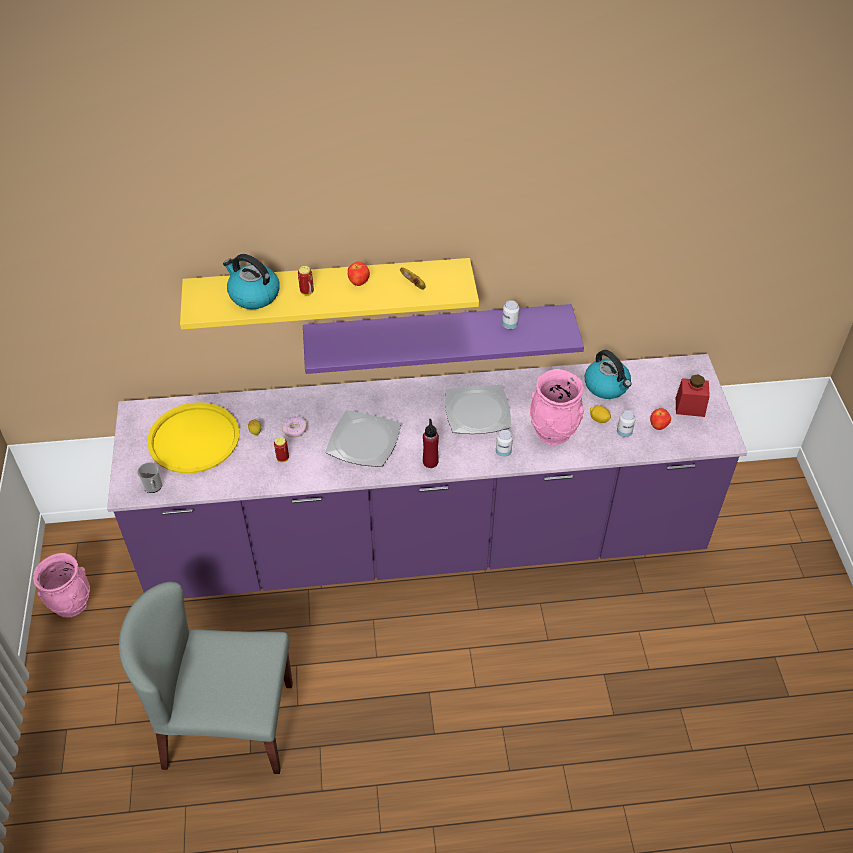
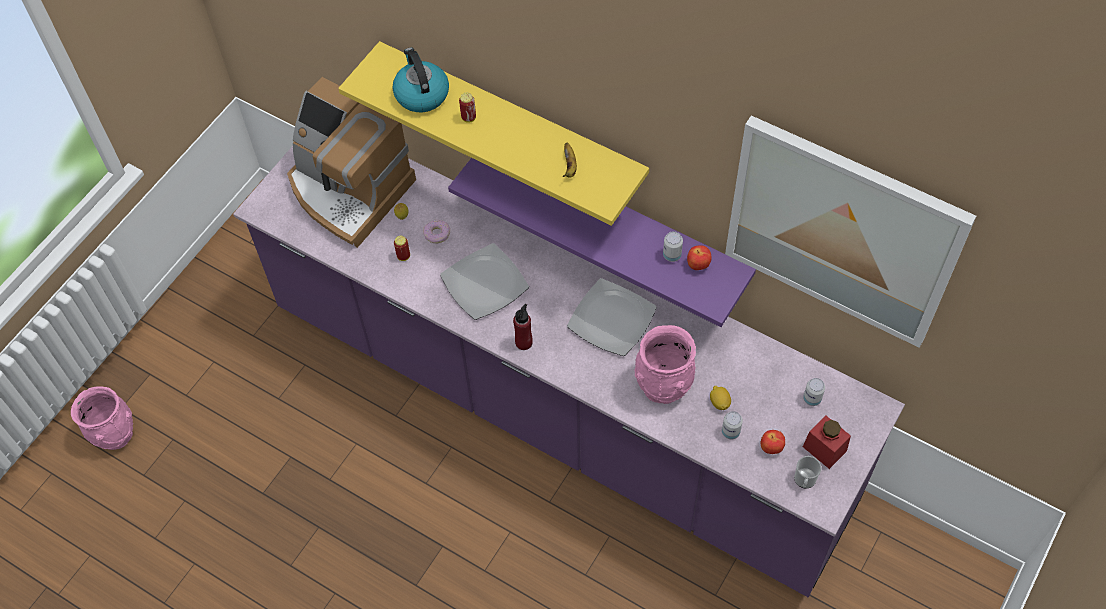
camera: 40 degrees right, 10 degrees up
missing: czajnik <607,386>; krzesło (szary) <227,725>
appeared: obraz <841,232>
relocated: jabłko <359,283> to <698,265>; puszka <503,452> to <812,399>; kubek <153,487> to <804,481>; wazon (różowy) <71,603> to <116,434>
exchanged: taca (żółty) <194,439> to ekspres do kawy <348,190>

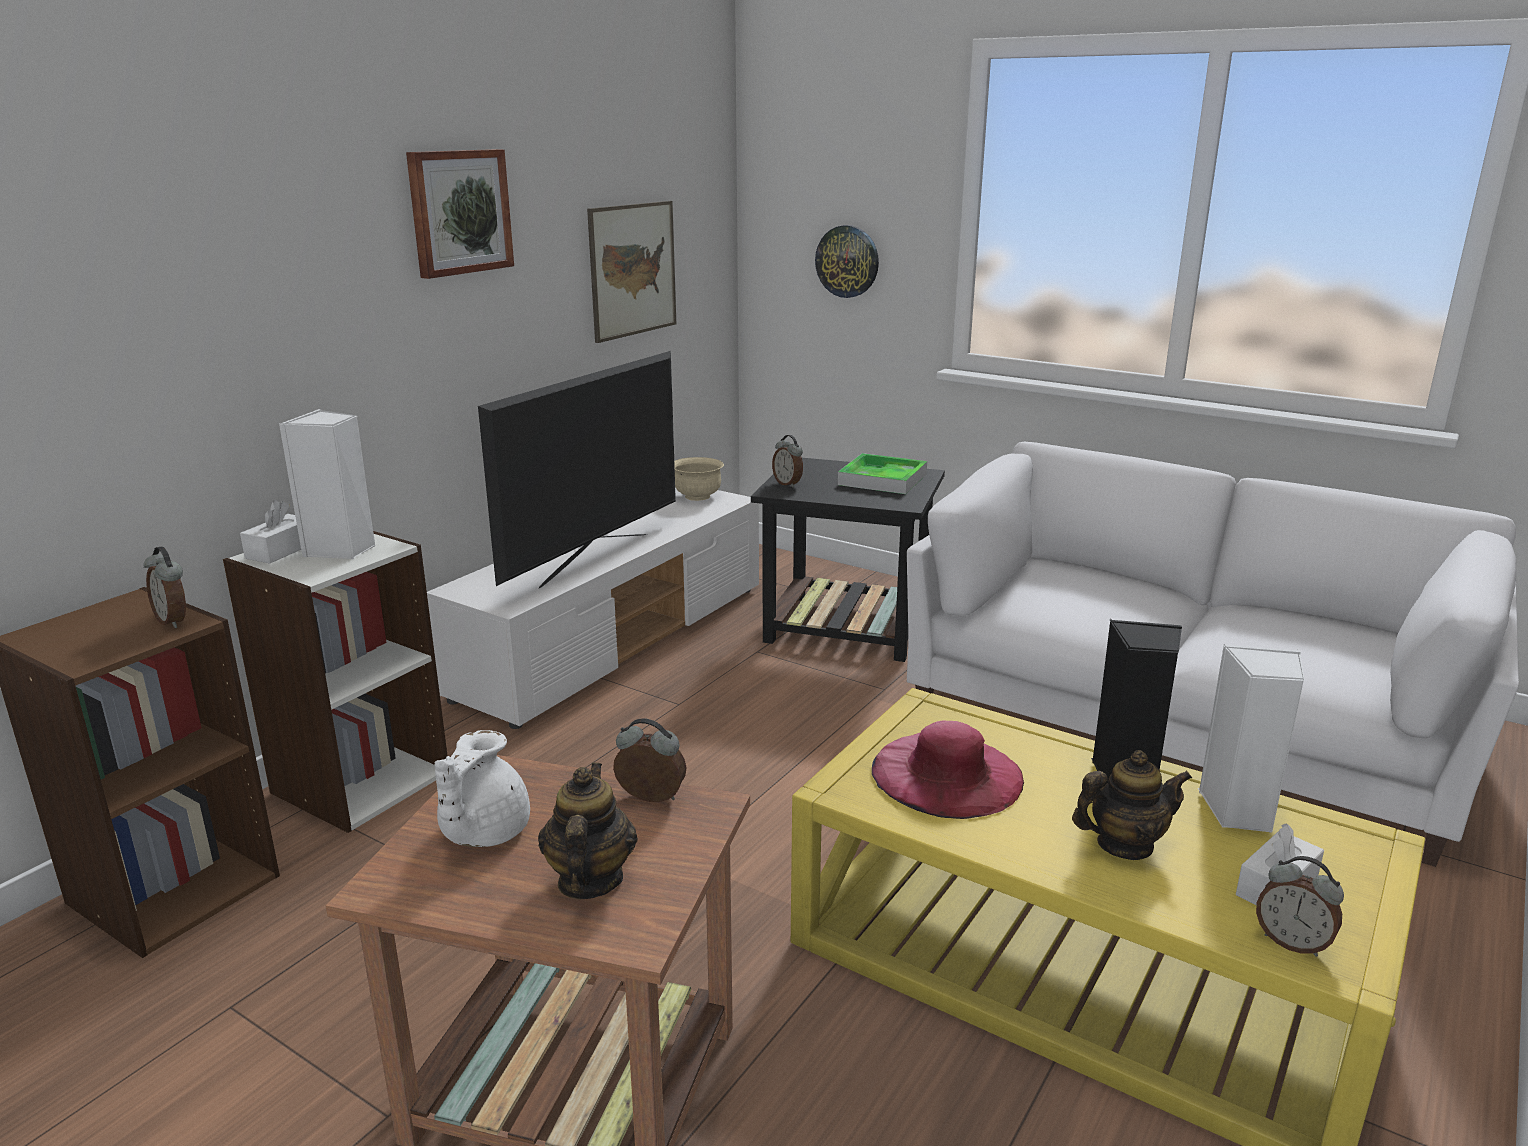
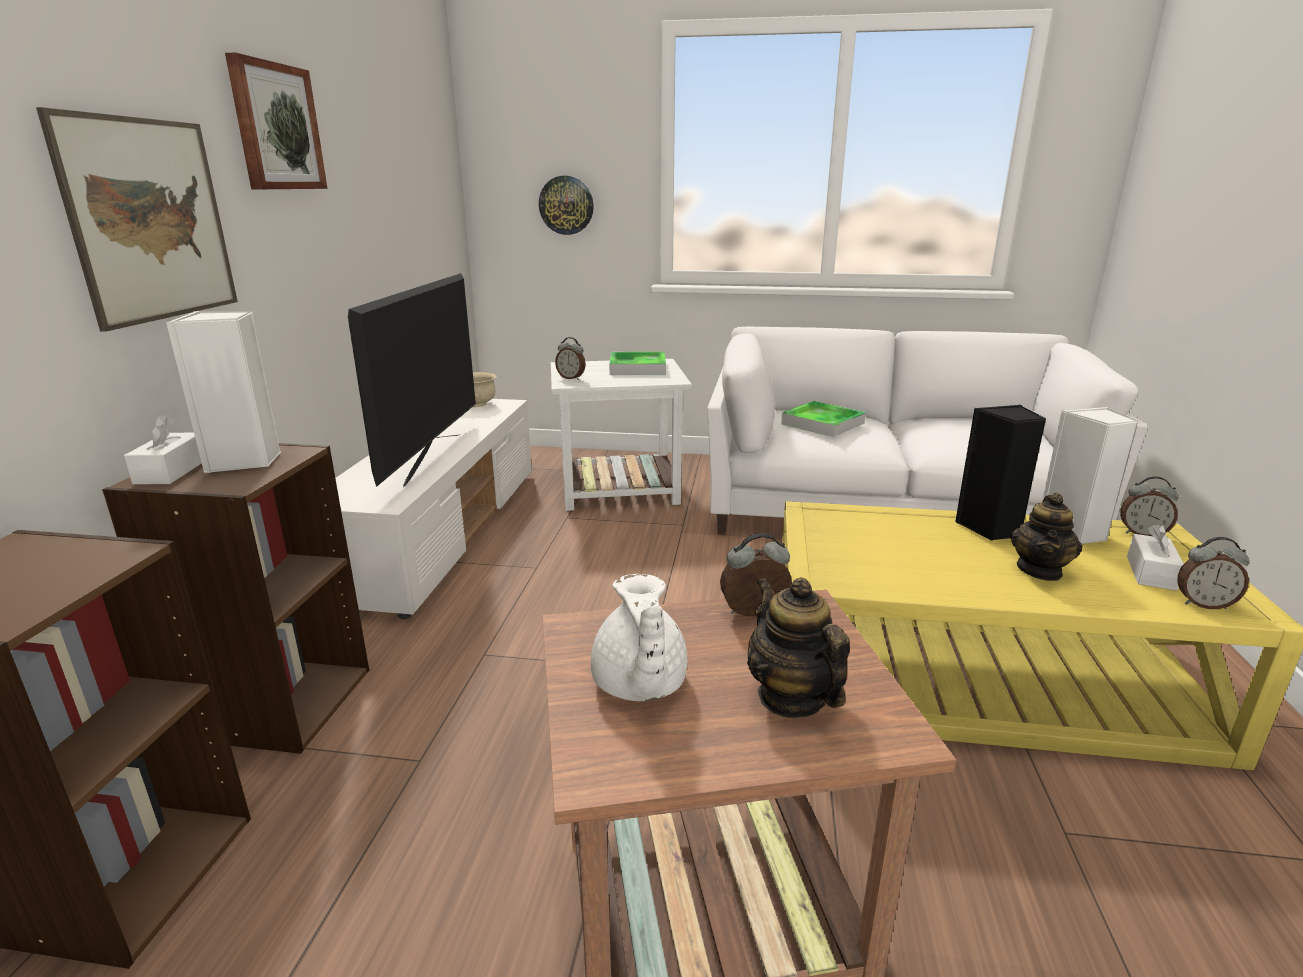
camera: 25 degrees left, 0 degrees up
missing: kapelusz (różowy) <947,774>
appeared: taca <822,423>
relocated: obraz <633,270> to <150,220>; budzik <174,621> to <1142,534>
colour: stolik (czarny) <848,627> to stolik (biały) <621,488>; regał (biały) <360,781> to regał (brązowy) <279,702>
spun: imbryk <1124,845> = <1040,570> 150 degrees clockwise

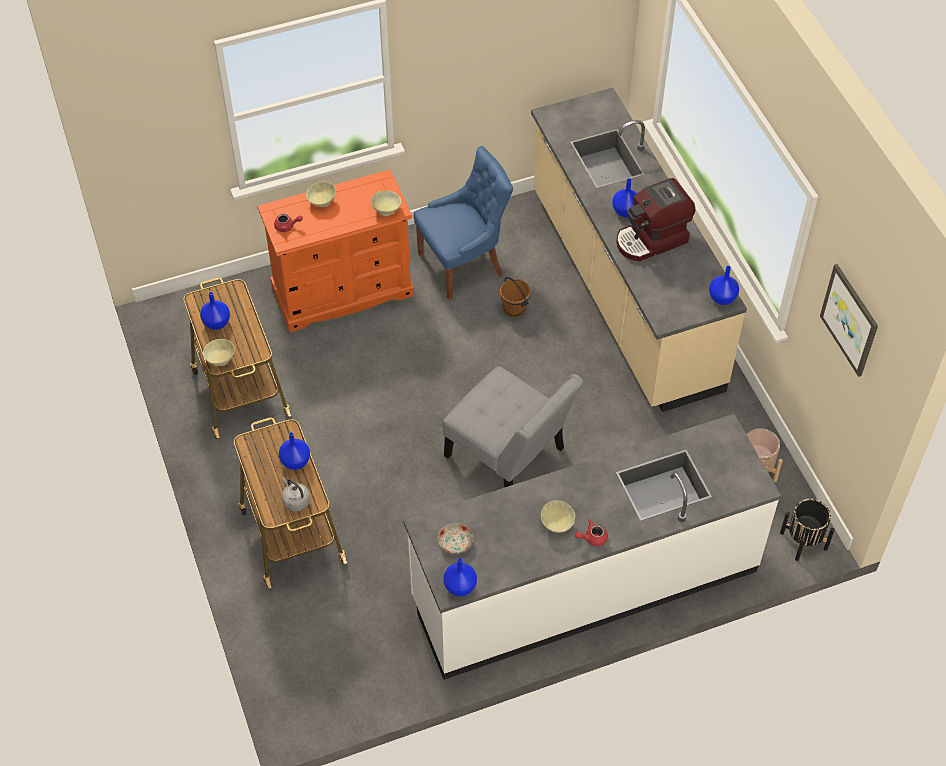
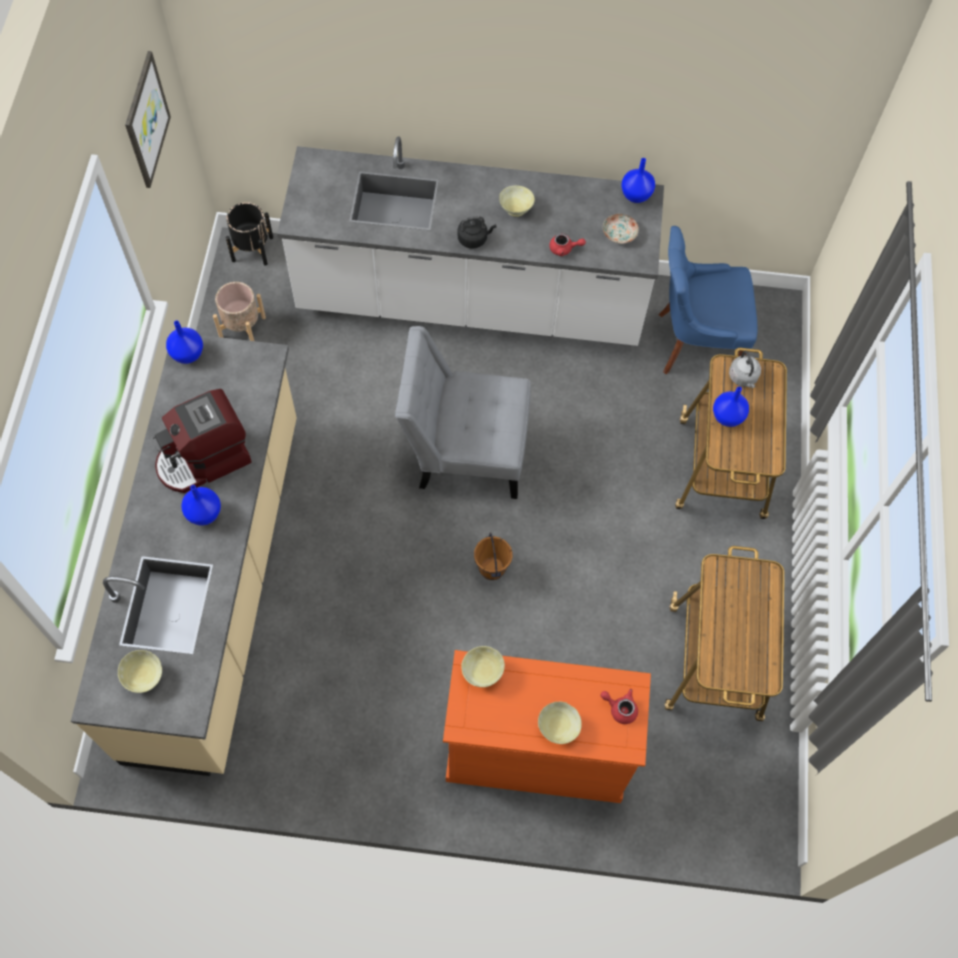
camera: 155 degrees left, 10 degrees up
missing: wazon (niebieski) <217,323>
appeared: czajnik (czarny) <474,239>
relocated: krzesło (niebieski) <463,264> to <694,343>; wiadro (brązowy) <515,309> to <491,568>; miska (beżowy) <220,359> to <143,677>; imbryk (czerwony) <592,538> to <564,249>
spun: ekspres do kawy <651,240> = <204,460> 150 degrees clockwise; krzesło (szary) <509,456> = <465,450> 60 degrees counterclockwise

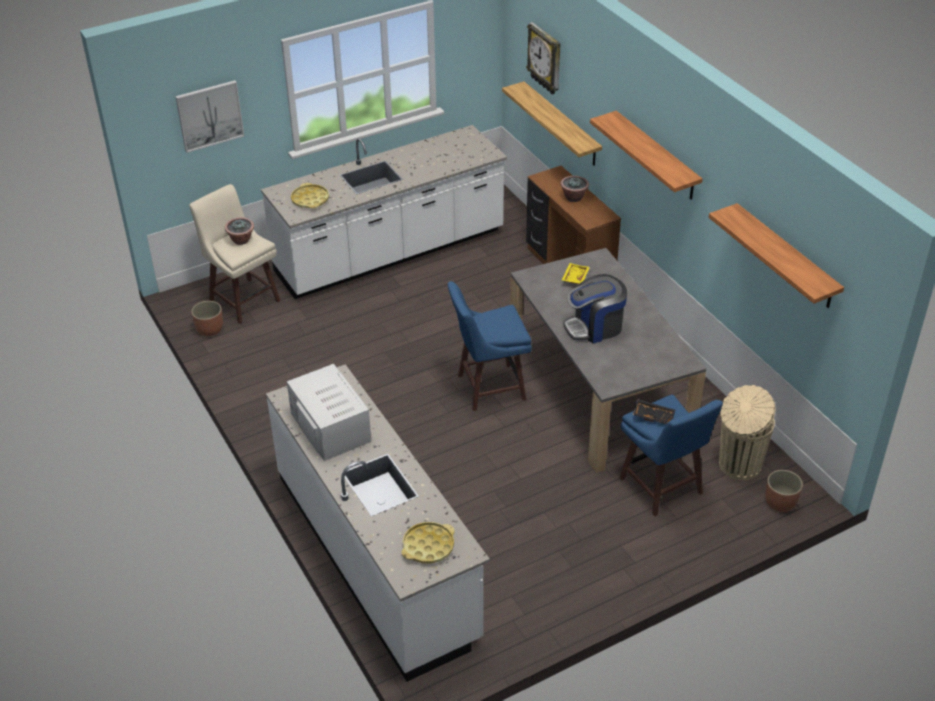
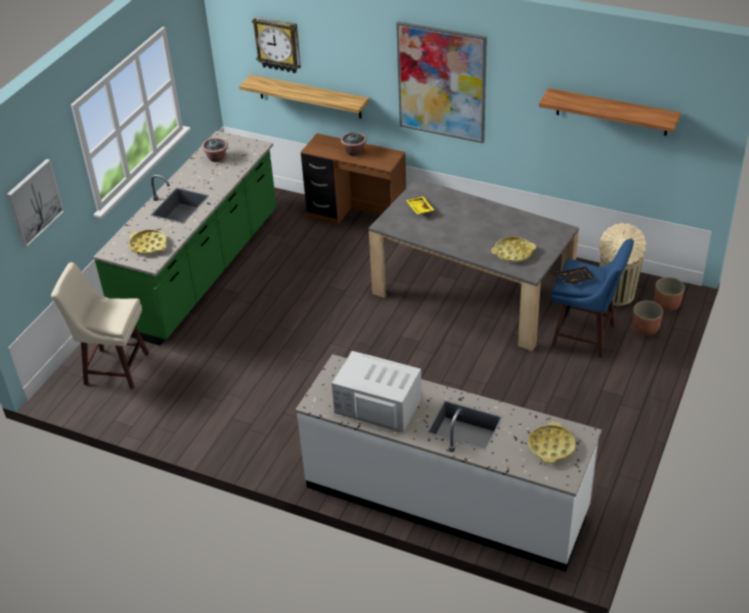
camera: 35 degrees left, 0 degrees up
missing: ekspres do kawy <595,327>; stołek (niebieski) <489,387>
appeared: taca (żółty) <513,252>
relocated: roślina doniczkowa <241,240> to <217,158>; donica <209,330> to <645,329>
exchanged: półka <656,156> to obraz <441,82>
colour: zabudowa kuchenna (biały) <390,253> to zabudowa kuchenna (zielony) <201,271>

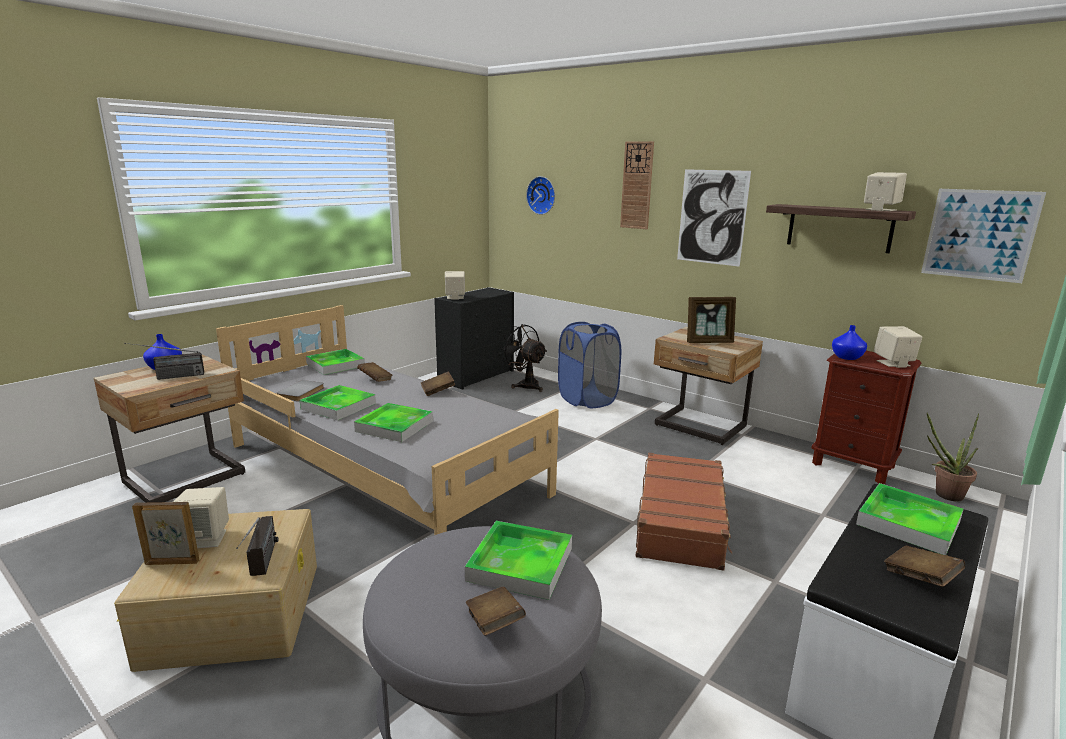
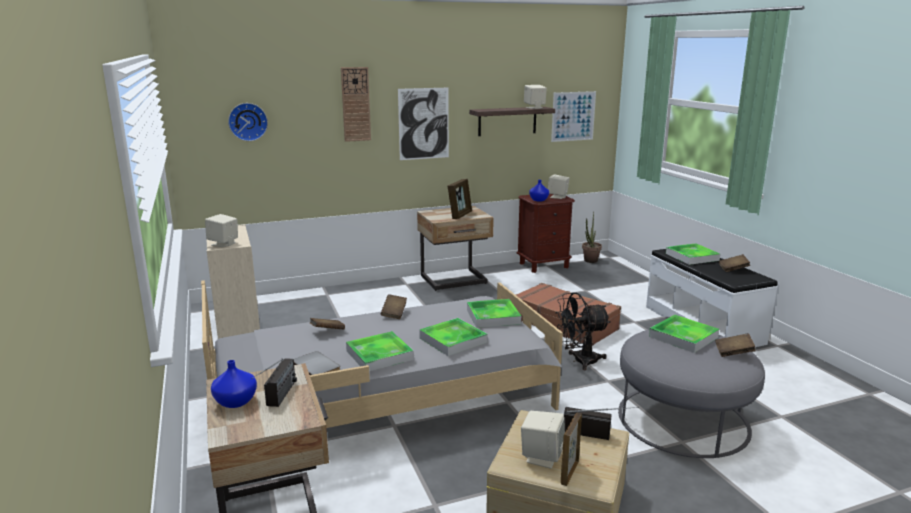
camera: 60 degrees left, 0 degrees up
missing: kosz na pranie (niebieski) <587,399>
relocated: wentylator (czarny) <525,385> to <579,361>; taca <335,365> to <493,316>
colour: komoda (czarny) <477,375> to komoda (beżowy) <237,322>

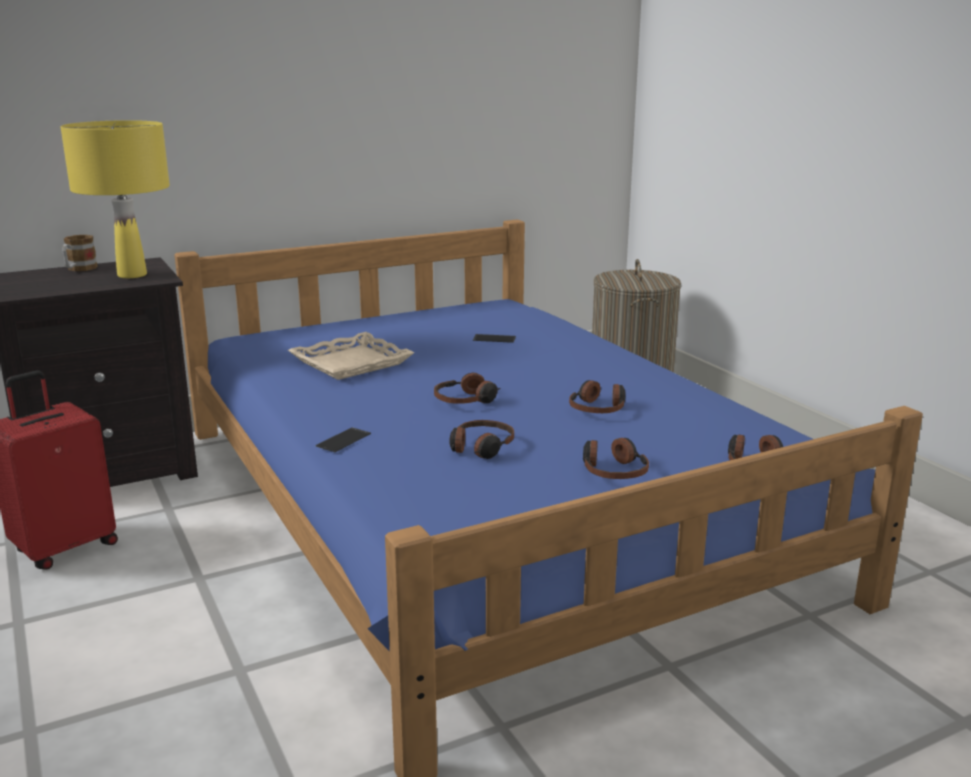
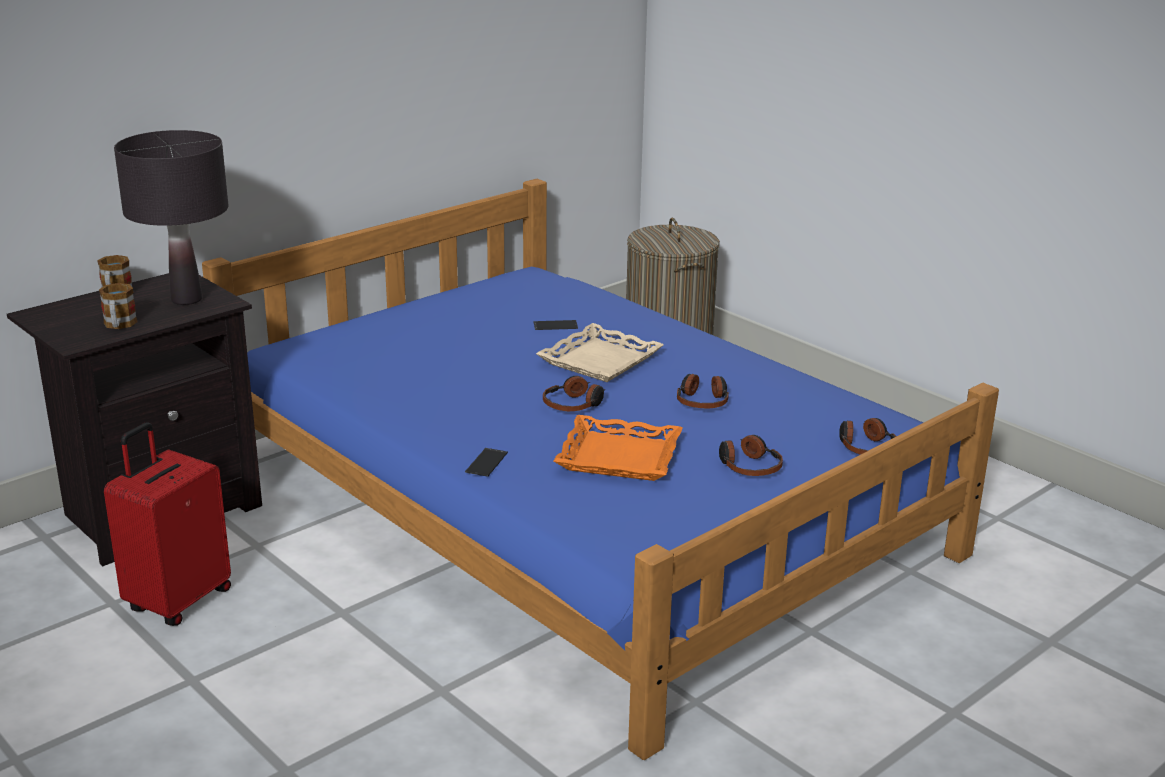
camera: 15 degrees left, 5 degrees up
appeared: kubek <119,325>
relocated: taca (beżowy) <351,363> to <599,360>
exchanged: słuchawki <480,448> to taca (pomarańczowy) <619,456>
colour: lampa stołowa (żółty) <132,275> to lampa stołowa (czarny) <186,299>

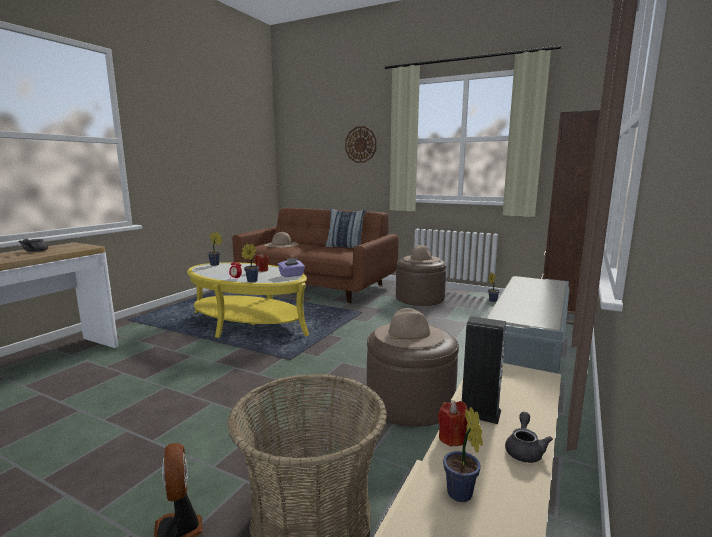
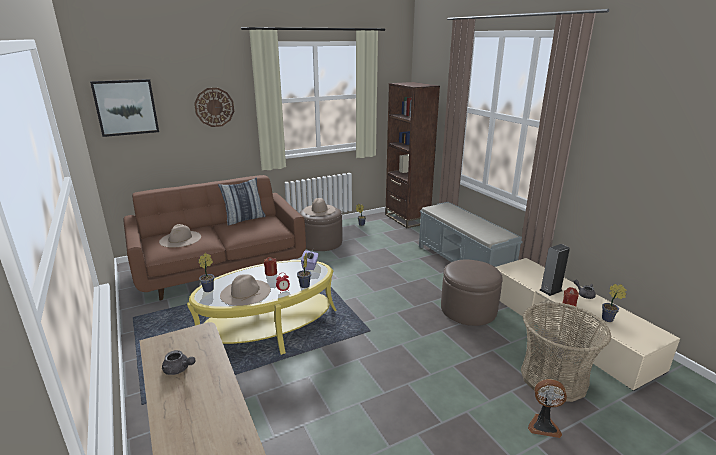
camera: 55 degrees left, 10 degrees up
appeared: obraz <126,107>
relocated: kapelusz (beżowy) <409,334> to <245,292>

